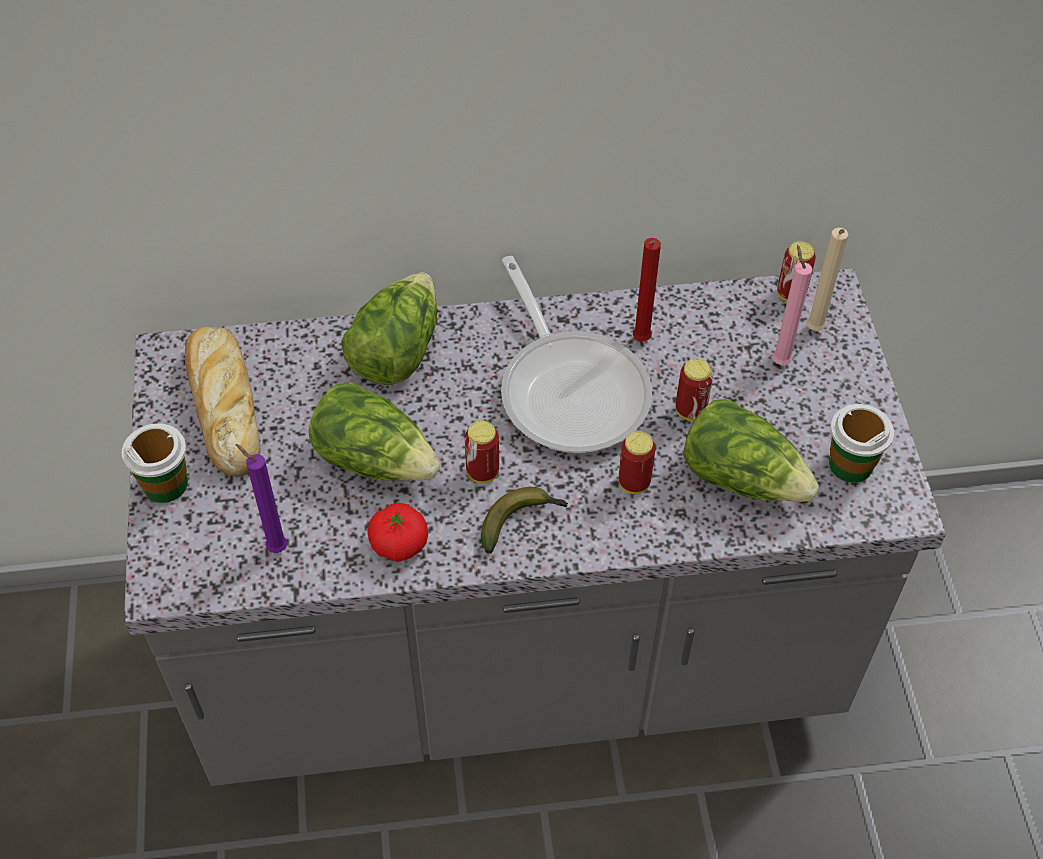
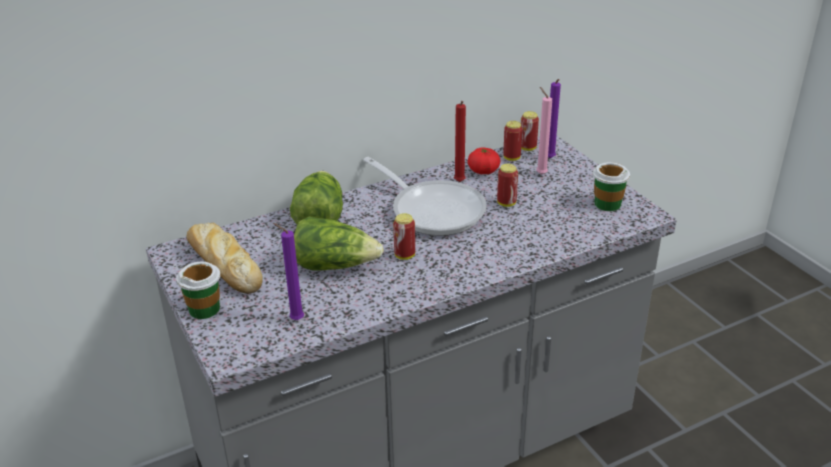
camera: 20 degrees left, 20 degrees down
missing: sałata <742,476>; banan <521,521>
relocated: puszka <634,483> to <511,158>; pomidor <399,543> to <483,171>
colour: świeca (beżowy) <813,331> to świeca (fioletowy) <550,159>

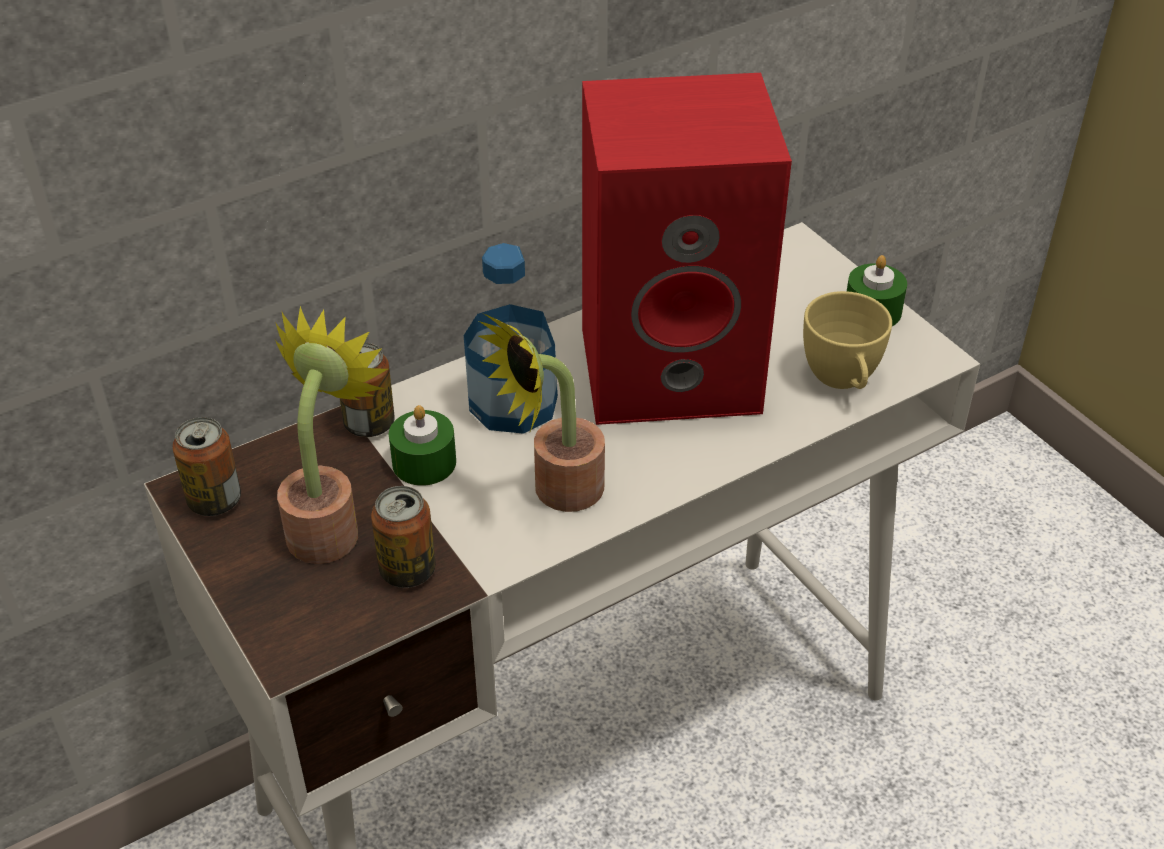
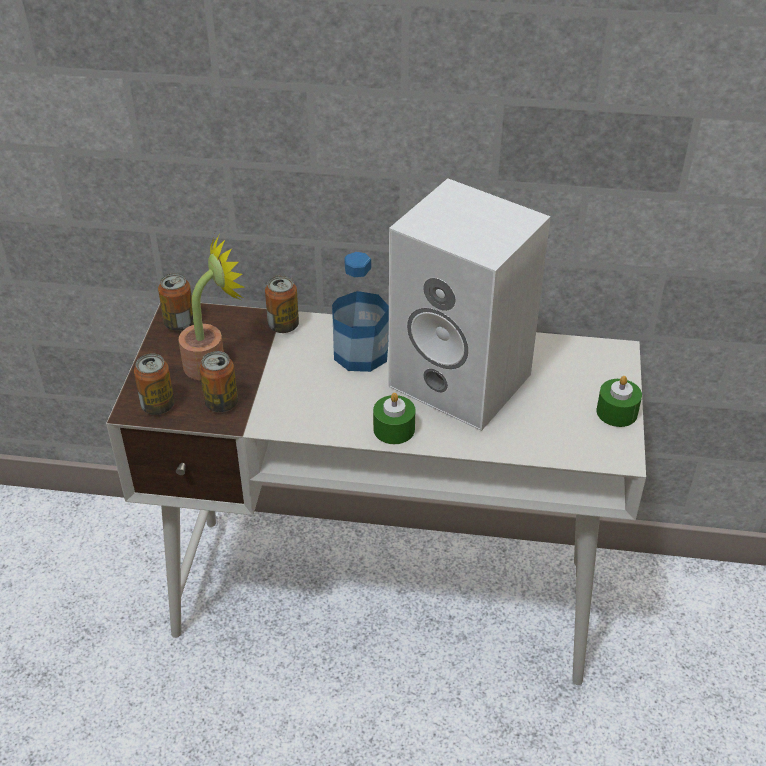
camera: 40 degrees right, 0 degrees up
missing: filiżanka (żółty) <842,380>; roślina doniczkowa <556,492>
appeared: puszka <158,405>
relocated: świeca (zielony) <424,462> to <394,429>
colour: głośnik (czerwony) <674,367> to głośnik (biały) <464,380>

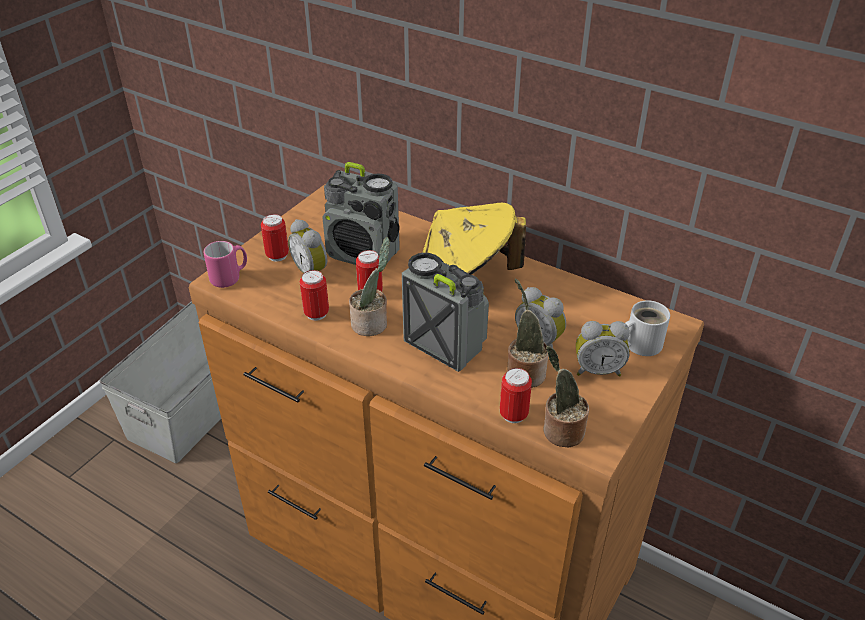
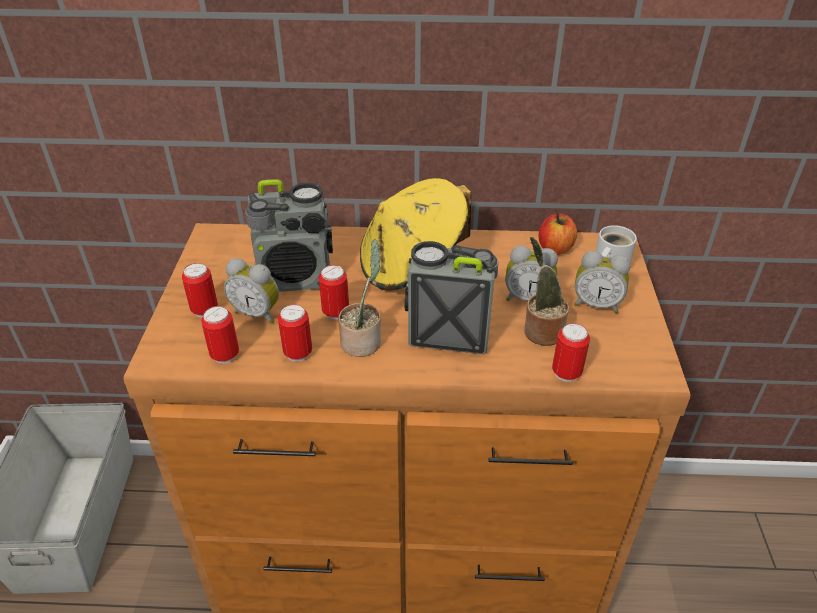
camera: 30 degrees left, 0 degrees up
missing: kubek (różowy) <230,278>; roślina doniczkowa <560,431>
appeared: jabłko <555,248>; puszka <225,355>
spun: budzik <597,370> = <596,304> 45 degrees clockwise

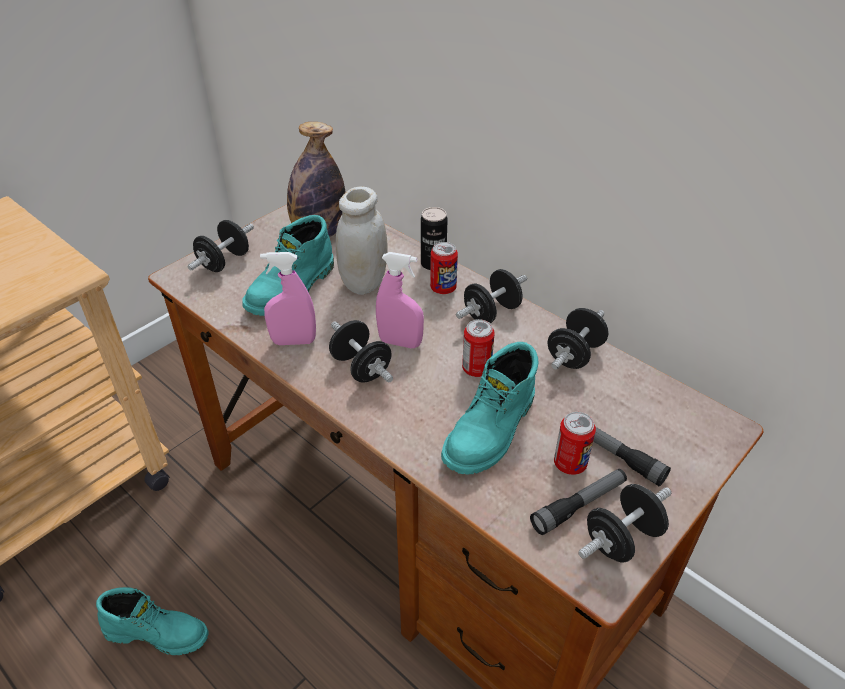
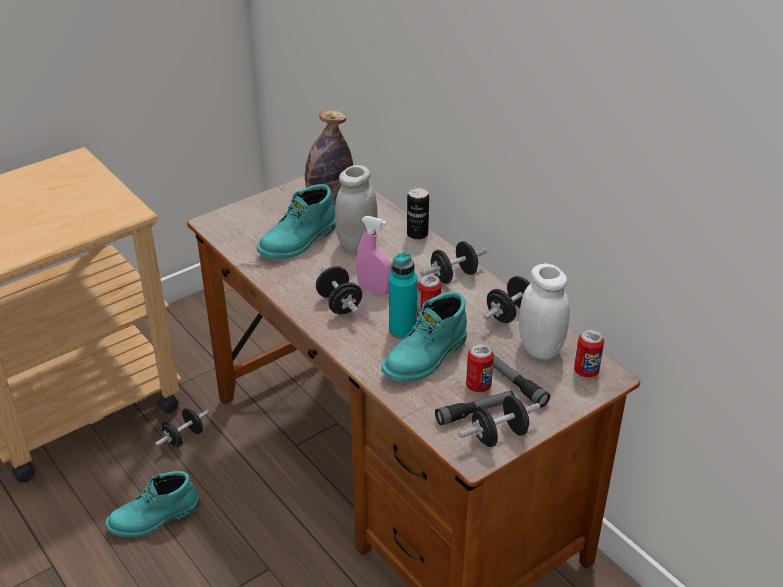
camera: 10 degrees right, 5 degrees down
missing: spryskiwacz (różowy) <294,341>
appeared: butelka (turkusowy) <402,330>; słoik (biały) <540,348>
relocated: hantel (czarny) <224,262> to <184,437>; puszka <443,288> to <586,371>
spun: but z cholewką (turkusowy) <158,632> = <154,519> 135 degrees clockwise

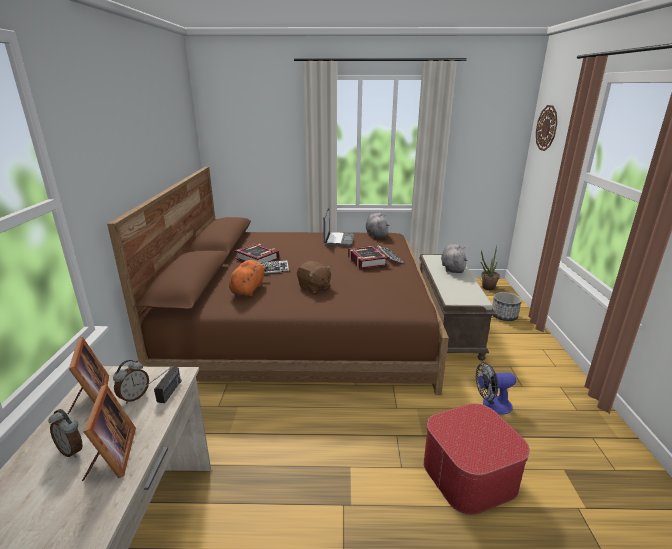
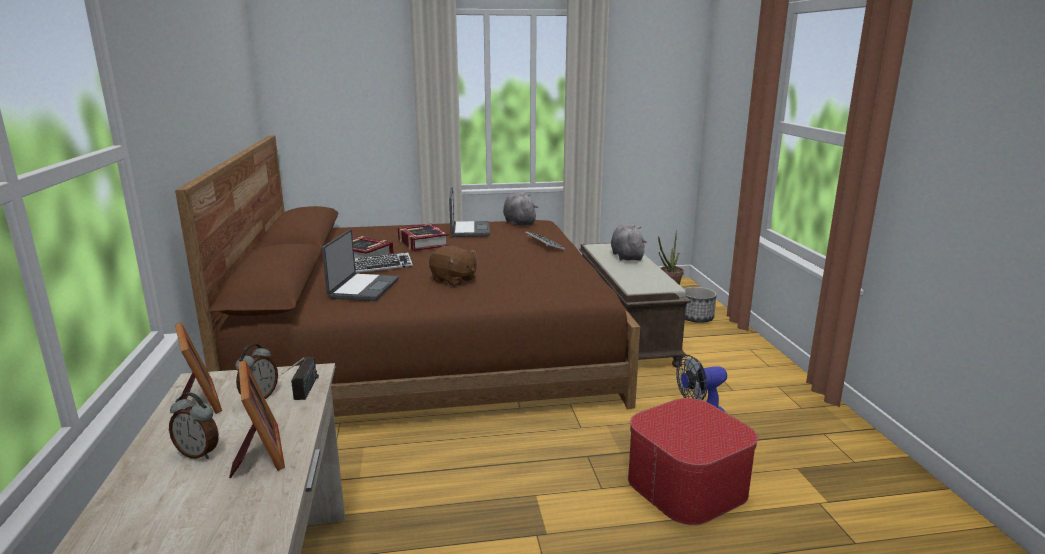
camera: 10 degrees left, 5 degrees down
missing: zegar ścienny <546,128>
relocated: książka <366,261> to <422,243>
exchanged: pluszak (pomarańczowy) <248,289> to laptop <363,288>

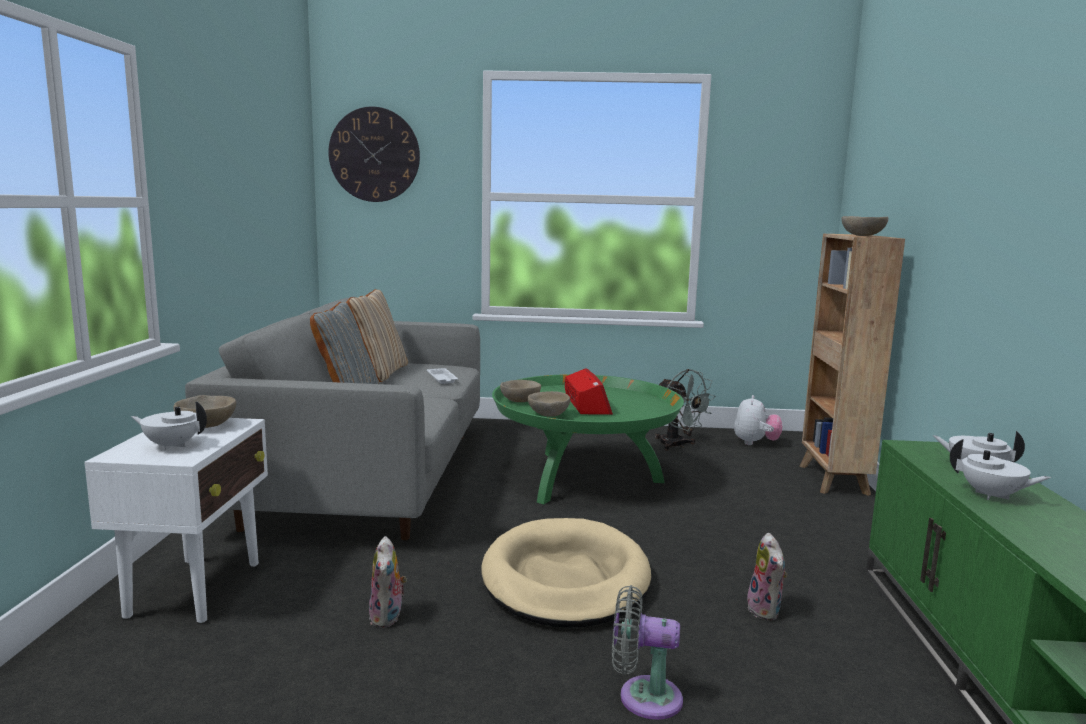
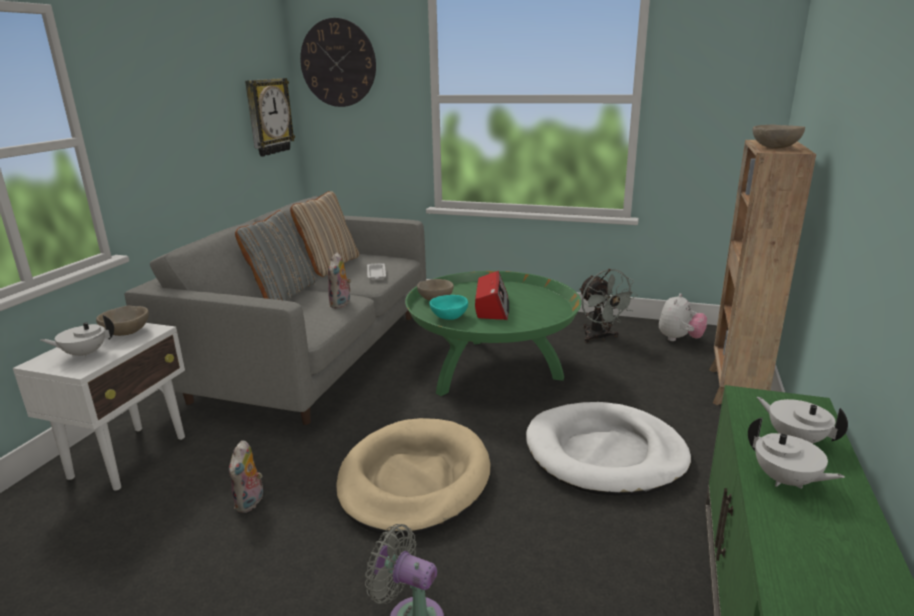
camera: 15 degrees right, 10 degrees up
appeared: zegar ścienny <268,116>; legowisko (biały) <605,454>
relocated: pluszak <766,611> to <341,304>
colour: miska (beżowy) <548,415> to miska (turkusowy) <448,317>
spun: imbryk (biały) <172,445> = <84,354> 45 degrees counterclockwise

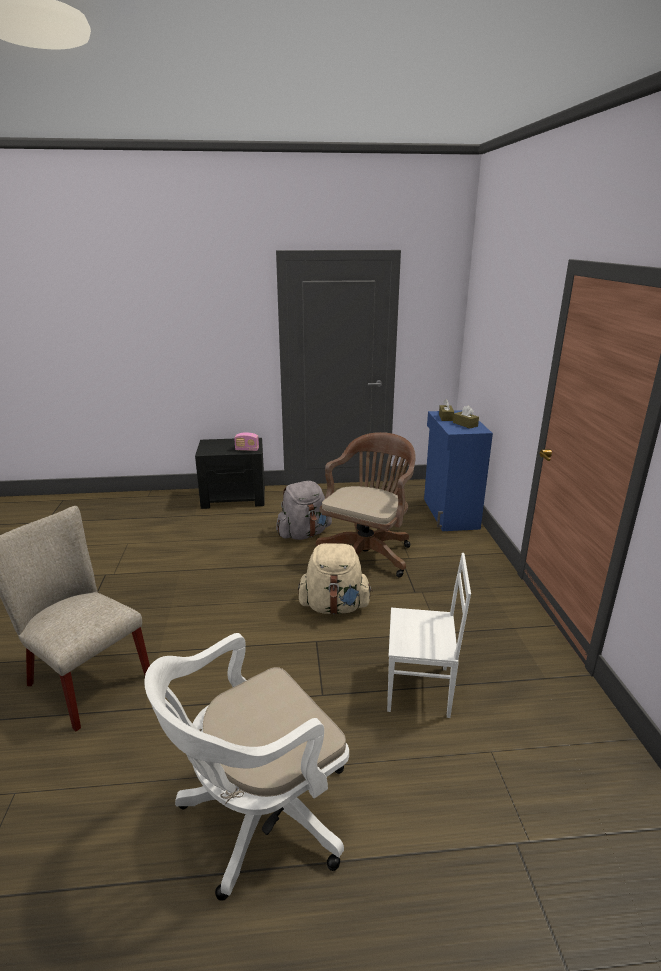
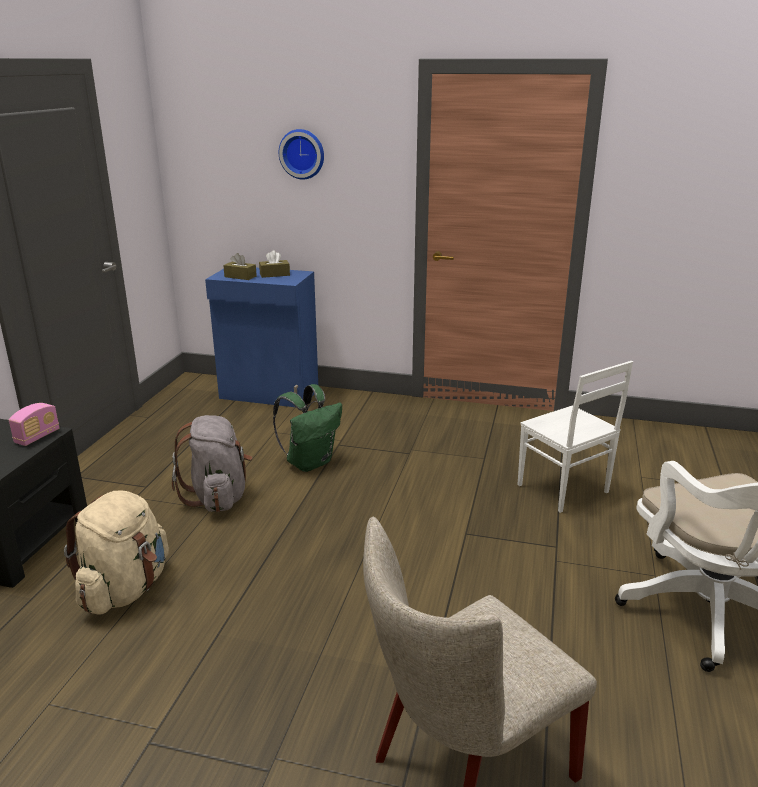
camera: 70 degrees left, 0 degrees up
appeared: zegar ścienny <302,154>
relocated: plecak (beżowy) <334,606> to <125,589>
exchanged: krzesło biurowe (brązowy) <367,553> to plecak (zielony) <310,462>
spun: krzesło (biały) <419,690> = <562,489> 120 degrees clockwise

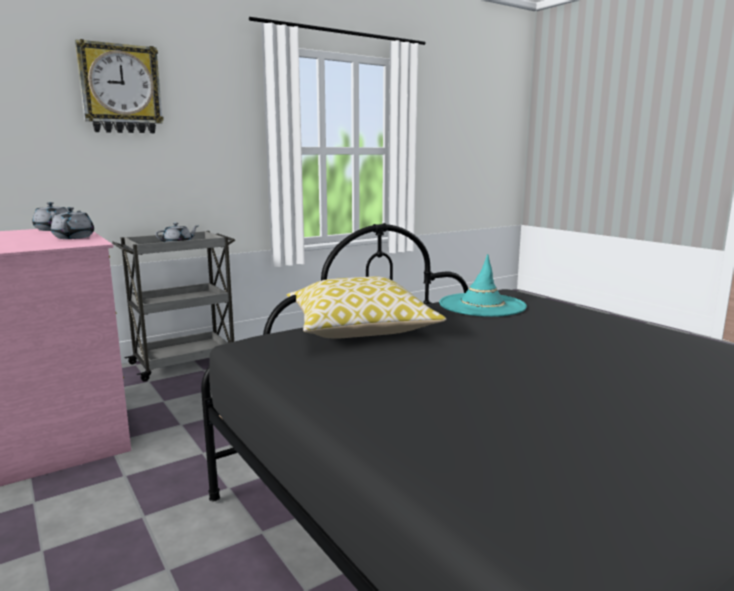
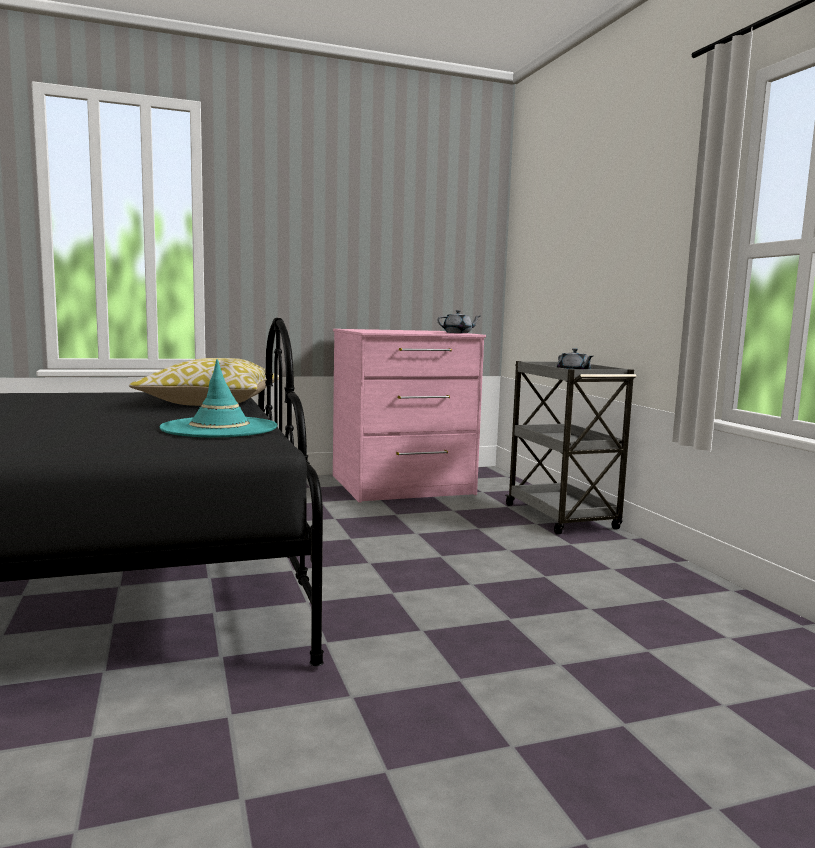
camera: 105 degrees right, 5 degrees down
missing: zegar ścienny <120,89>; imbryk (szary) <74,237>

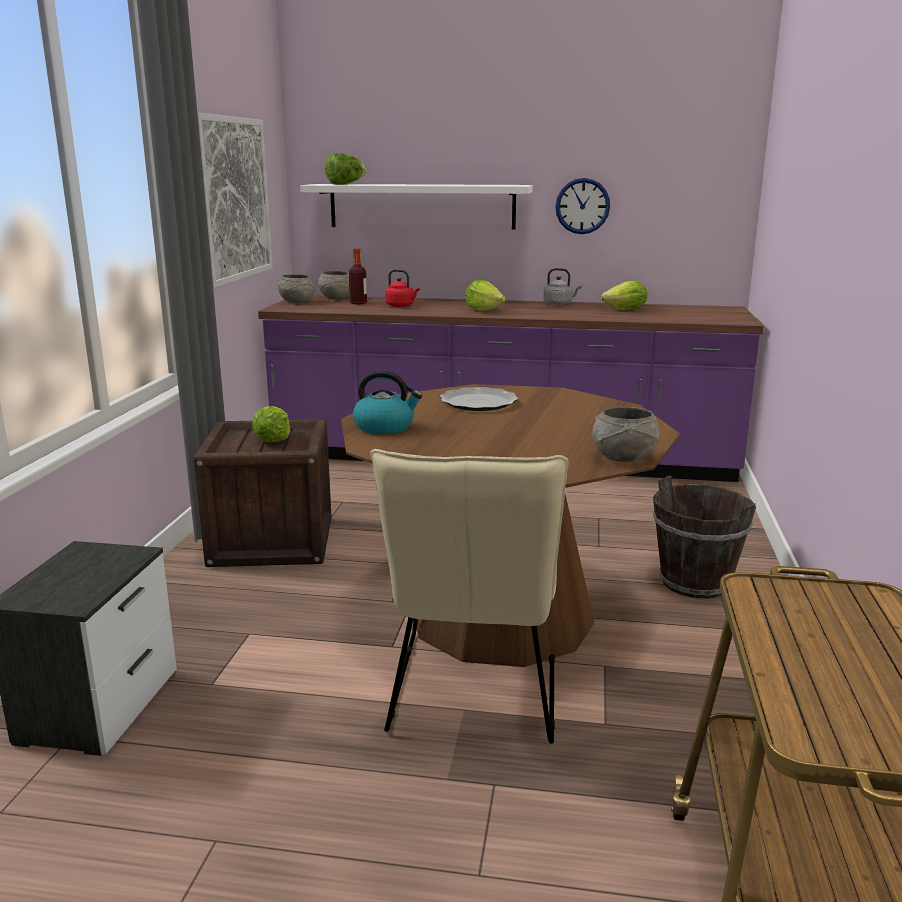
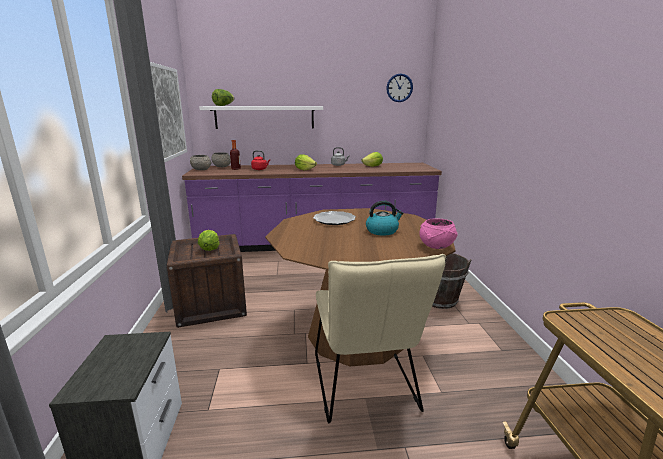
camera: 15 degrees left, 0 degrees up
relocated: zegar ścienny <582,206> to <399,88>; czajnik <385,427> to <382,231>
colour: miska (szary) <623,458> to miska (różowy) <436,246>

